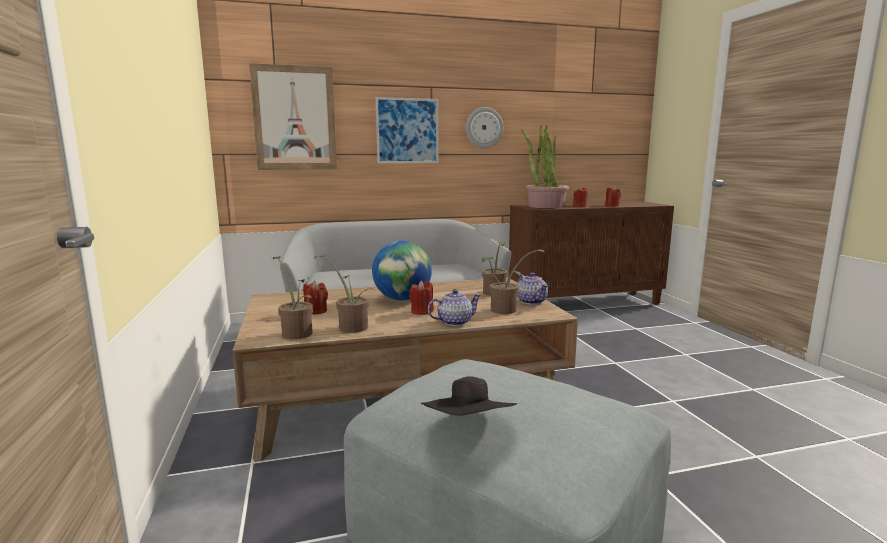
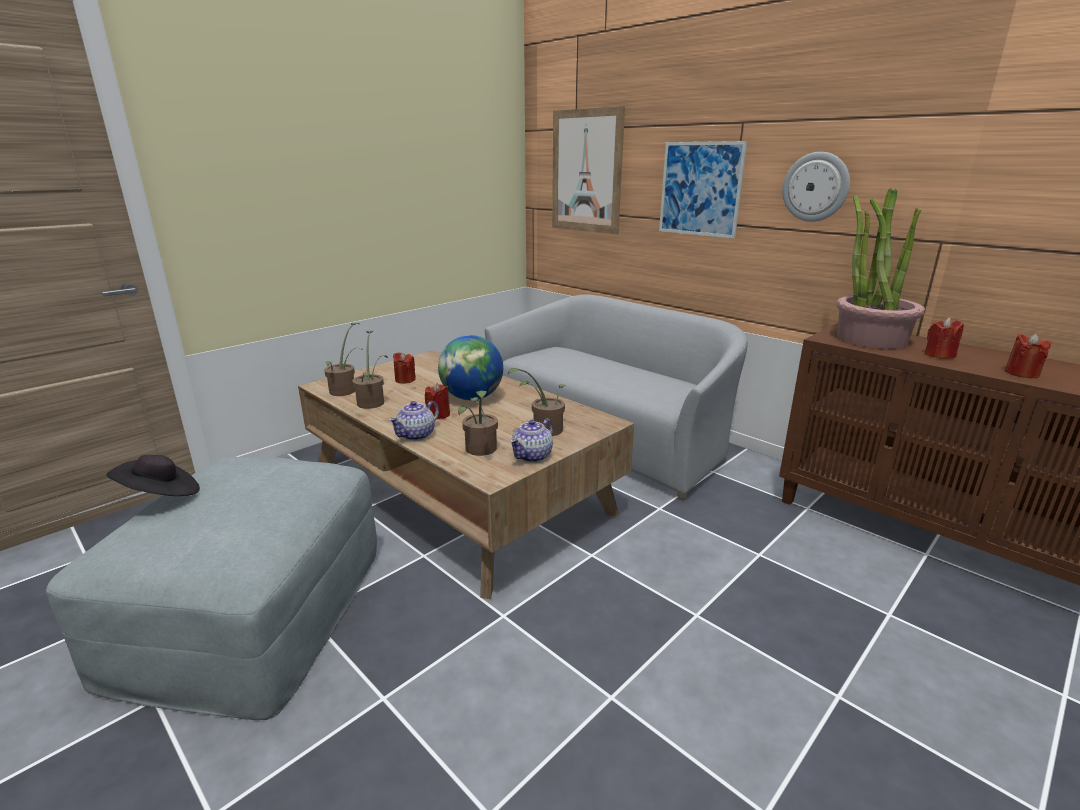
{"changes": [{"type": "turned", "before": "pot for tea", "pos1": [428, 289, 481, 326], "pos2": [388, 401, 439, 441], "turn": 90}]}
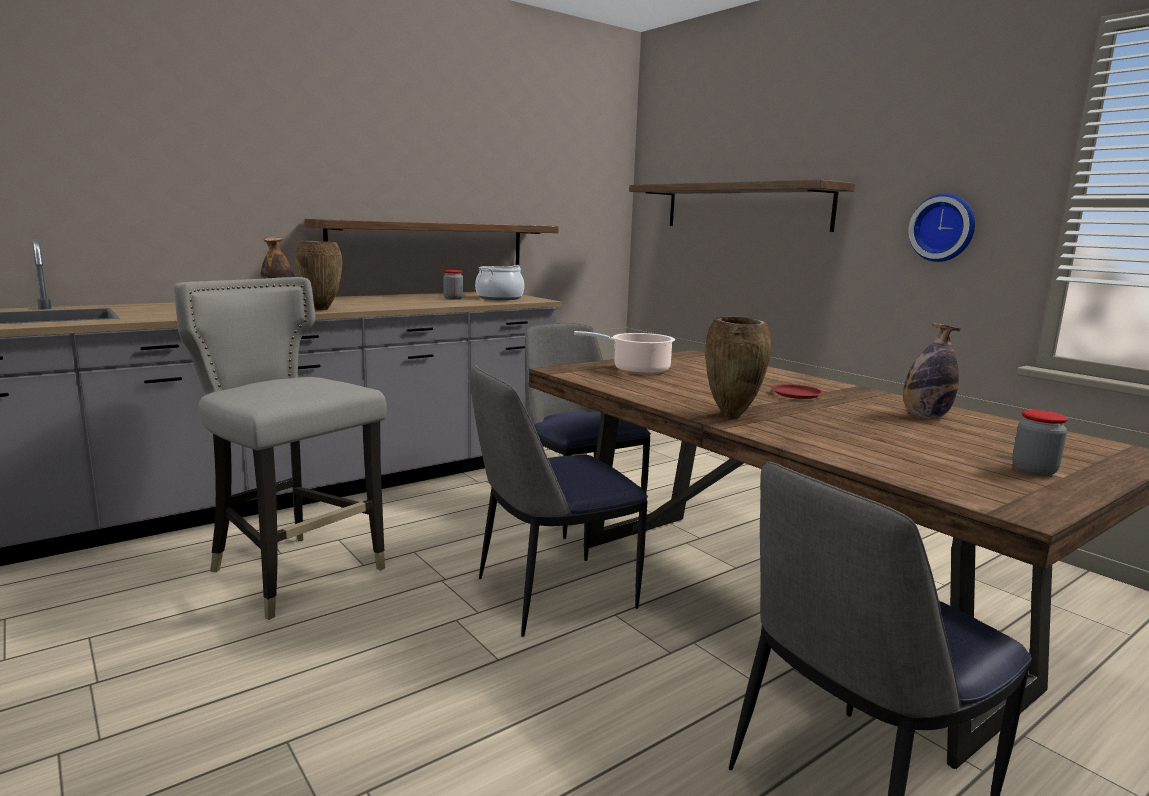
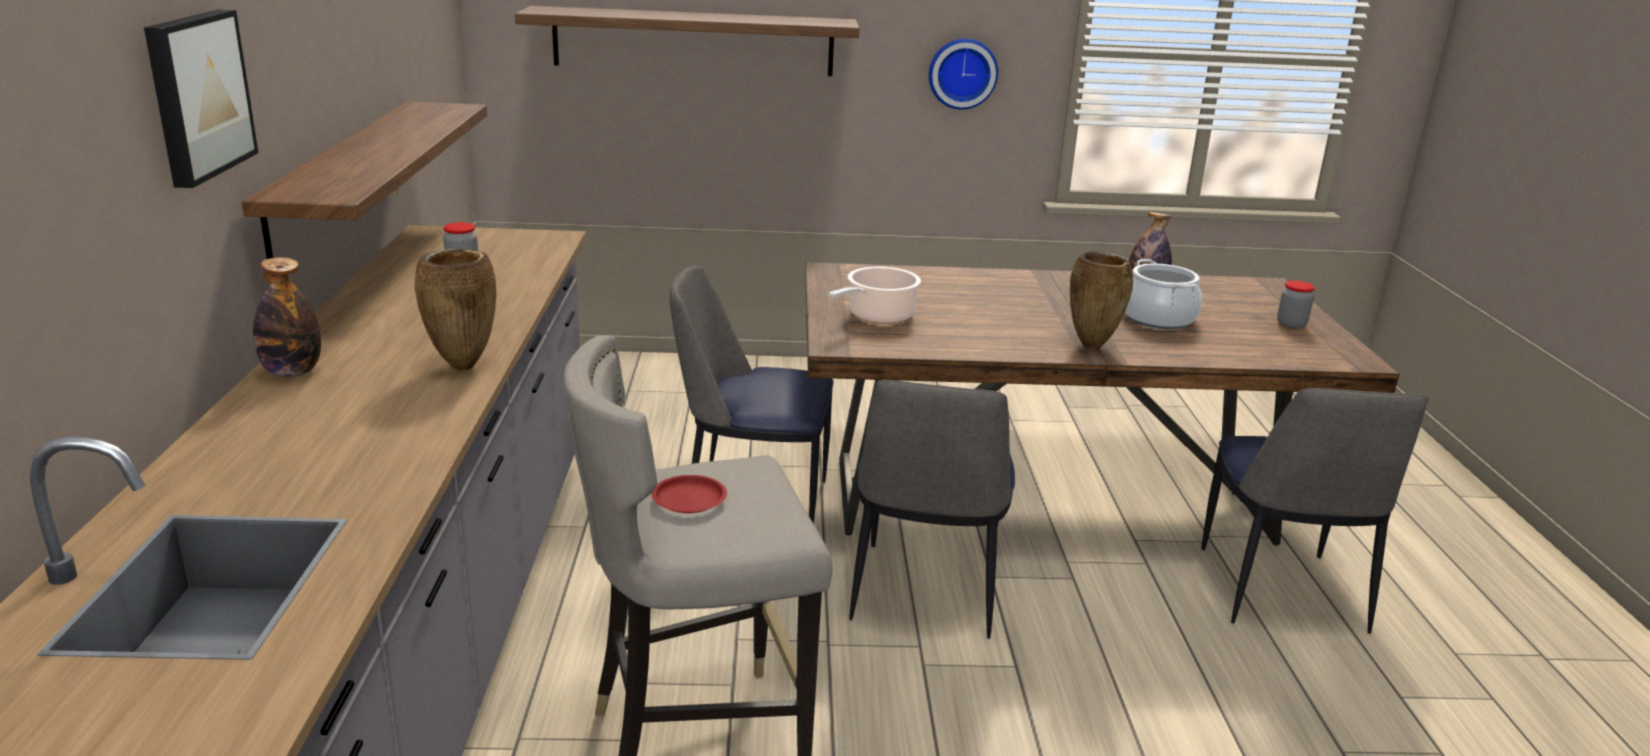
{"changes": [{"type": "moved", "before": "cooking pot", "pos1": [475, 265, 524, 300], "pos2": [1125, 259, 1202, 329]}, {"type": "moved", "before": "red dinner plate", "pos1": [771, 384, 824, 399], "pos2": [651, 475, 727, 513]}, {"type": "added", "after": "wall picture", "pos2": [144, 9, 258, 188]}]}
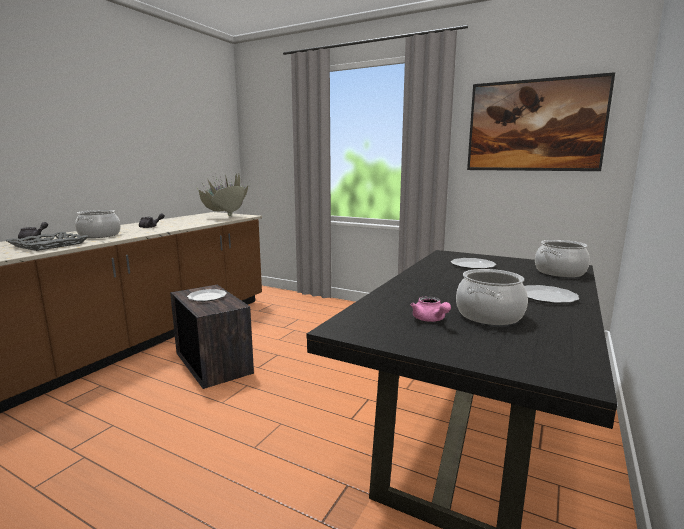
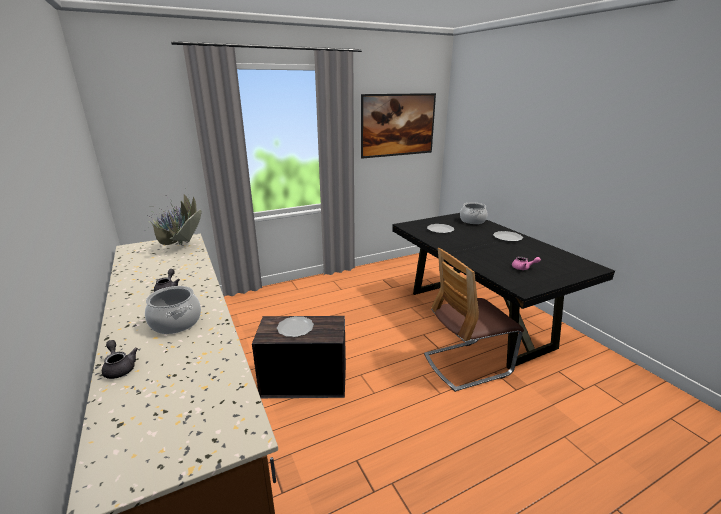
{"changes": [{"type": "removed", "before": "grey serving tray", "pos1": [5, 232, 89, 251]}, {"type": "removed", "before": "cooking pot", "pos1": [456, 269, 528, 325]}, {"type": "added", "after": "chair", "pos2": [424, 248, 524, 392]}]}
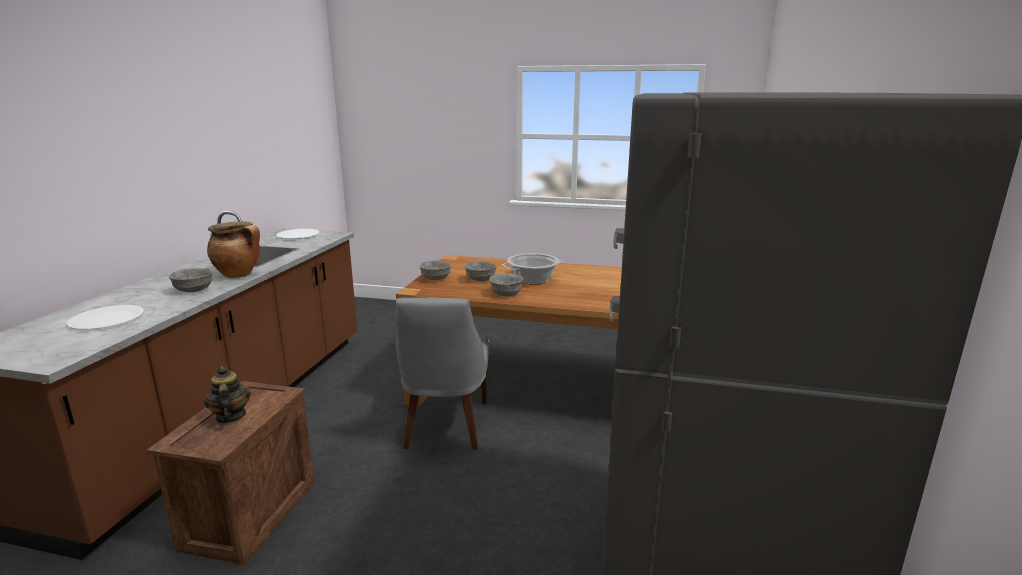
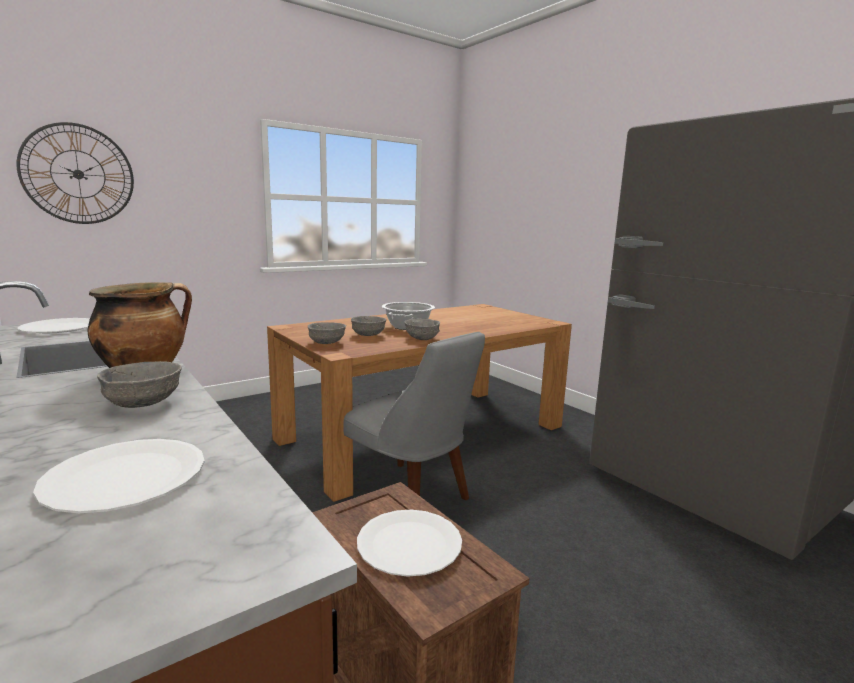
{"changes": [{"type": "replaced", "before": "pot for tea", "after": "white-coloured dinner plate", "pos1": [204, 366, 251, 424], "pos2": [357, 510, 462, 577]}, {"type": "added", "after": "wall clock", "pos2": [17, 122, 134, 224]}]}
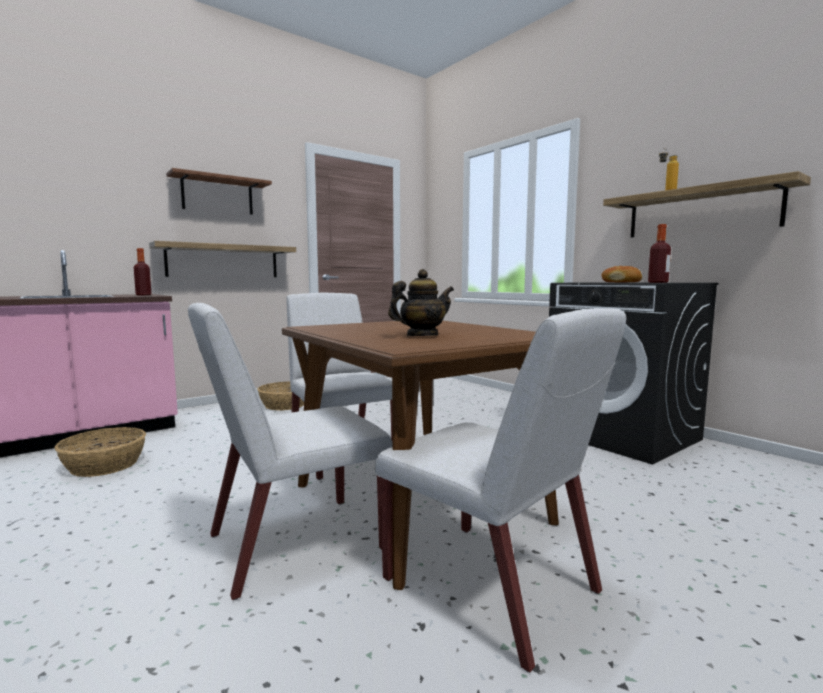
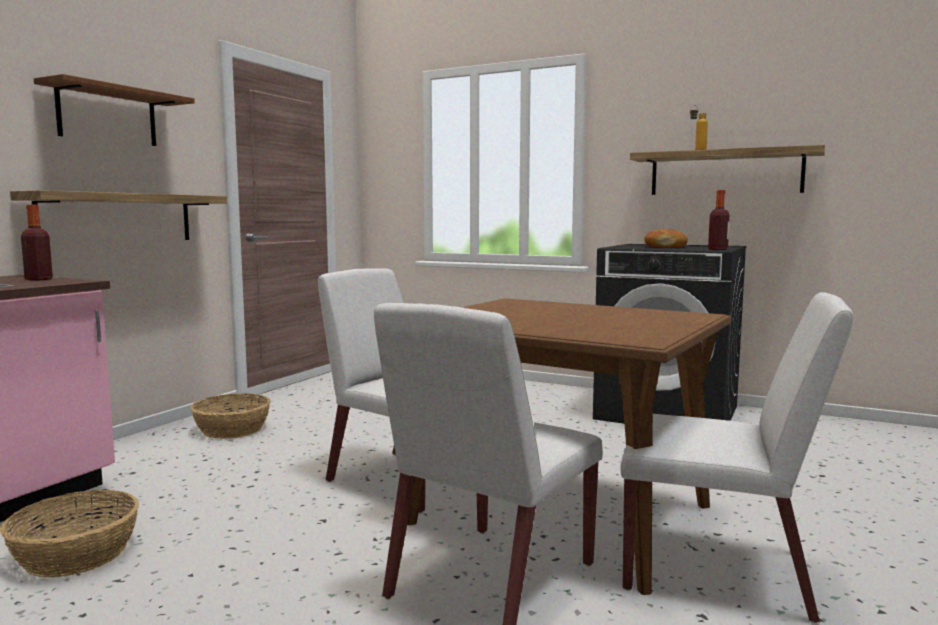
{"changes": [{"type": "removed", "before": "pot for tea", "pos1": [388, 269, 454, 336]}]}
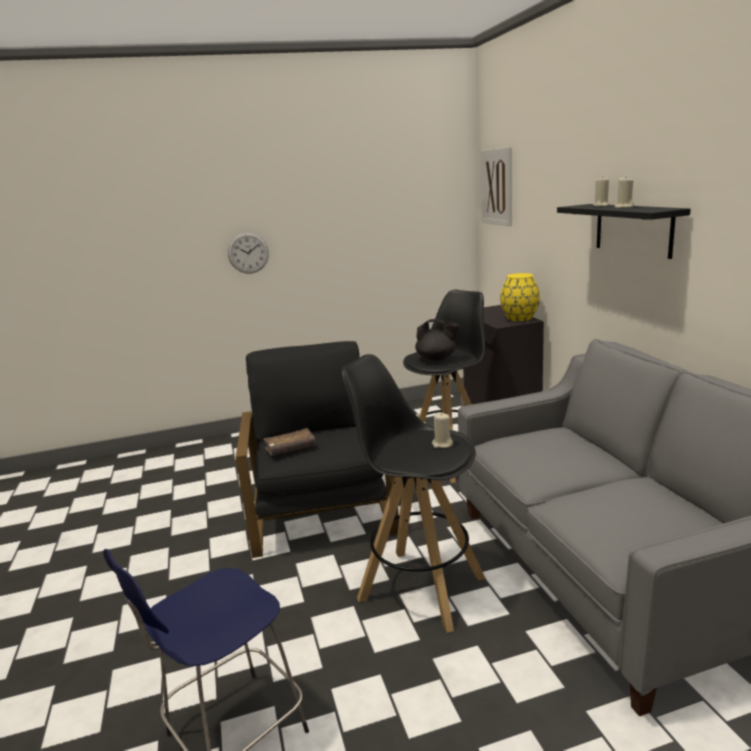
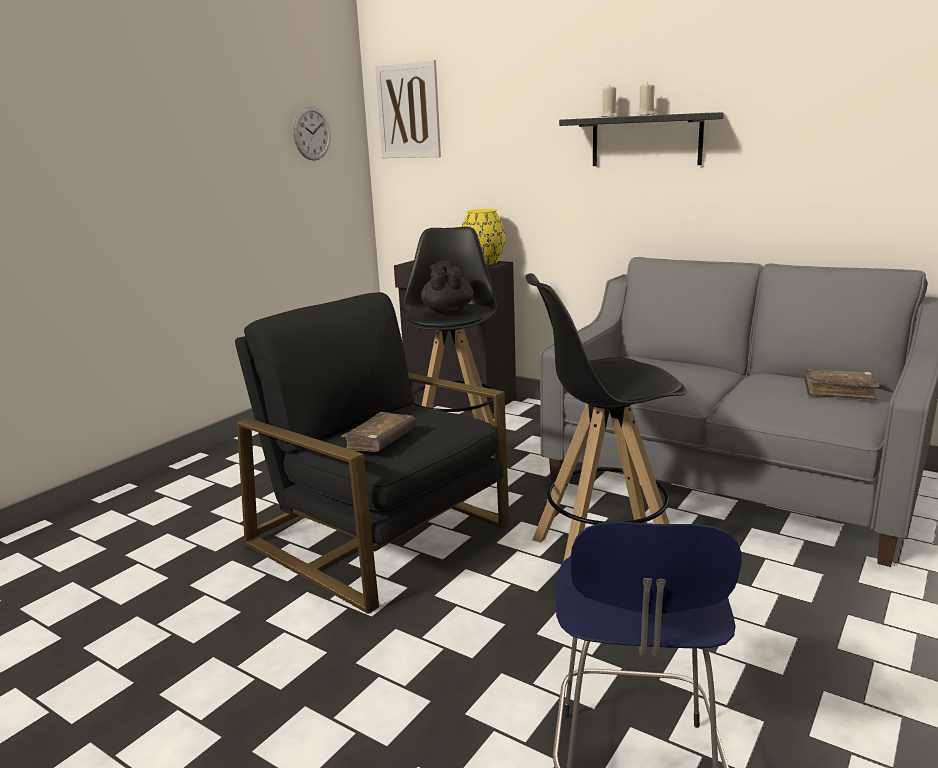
{"changes": [{"type": "moved", "before": "wall clock", "pos1": [228, 232, 269, 274], "pos2": [293, 106, 330, 161]}, {"type": "turned", "before": "black-coloured pot for tea", "pos1": [415, 319, 460, 361], "pos2": [421, 260, 474, 314], "turn": -75}, {"type": "removed", "before": "beige-coloured candle", "pos1": [432, 412, 453, 448]}, {"type": "added", "after": "brown-coloured bound book", "pos2": [804, 369, 879, 400]}]}
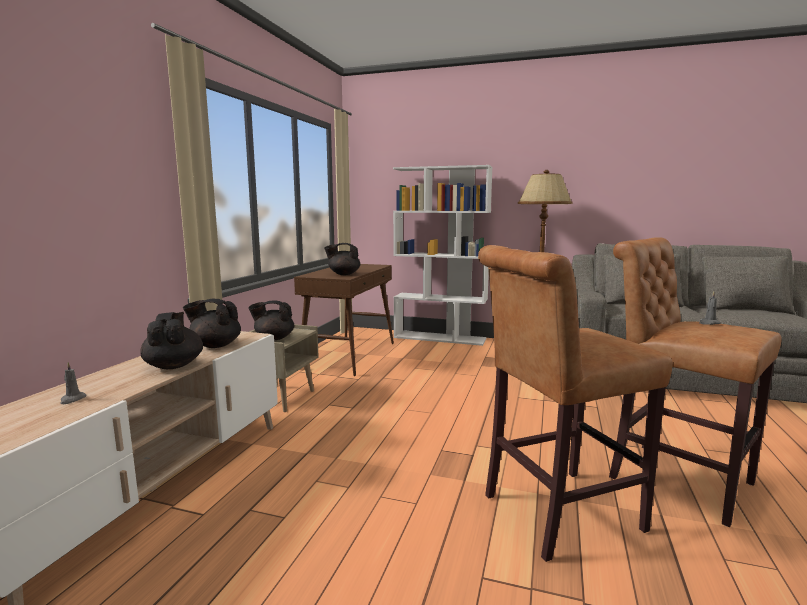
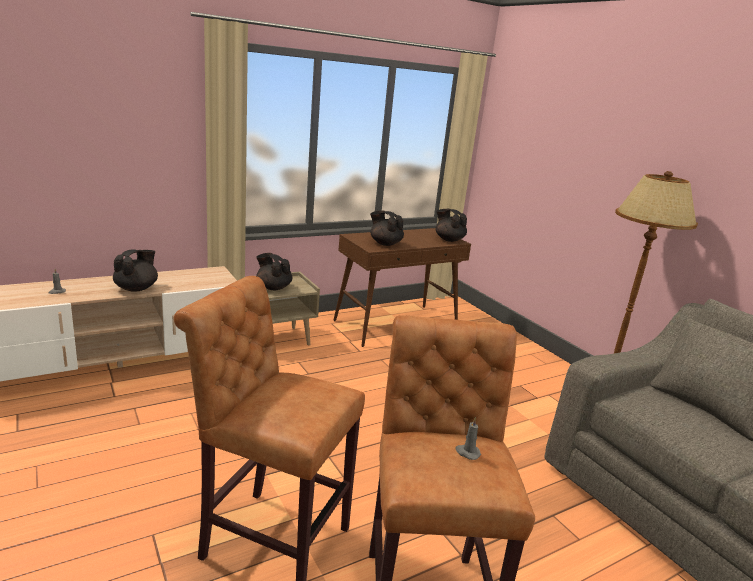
{"changes": [{"type": "moved", "before": "black-coloured pot for tea", "pos1": [183, 299, 241, 348], "pos2": [435, 209, 467, 242]}, {"type": "removed", "before": "white-coloured bookcase", "pos1": [393, 165, 493, 346]}]}
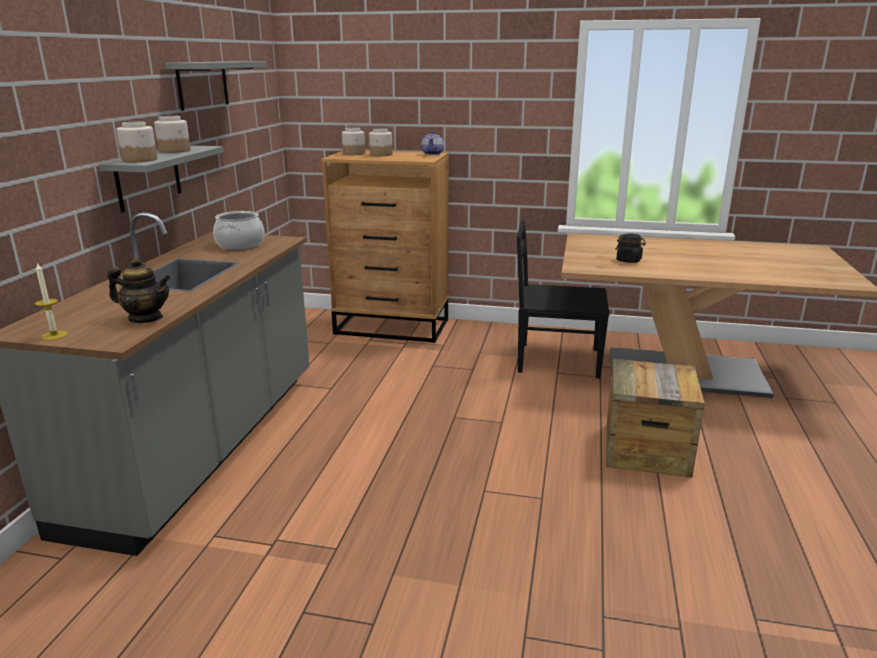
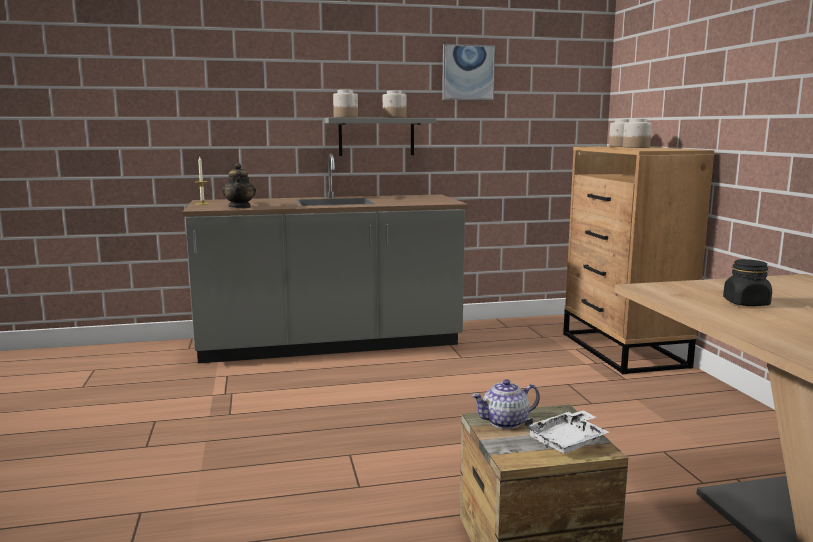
{"changes": [{"type": "replaced", "before": "grey shelf", "after": "wall picture", "pos1": [165, 61, 267, 111], "pos2": [442, 44, 495, 100]}, {"type": "removed", "before": "cooking pot", "pos1": [213, 211, 265, 250]}, {"type": "moved", "before": "pot for tea", "pos1": [421, 131, 444, 155], "pos2": [471, 379, 540, 429]}, {"type": "removed", "before": "black-coloured chair", "pos1": [517, 220, 609, 378]}, {"type": "added", "after": "white-coloured serving tray", "pos2": [525, 410, 609, 453]}]}
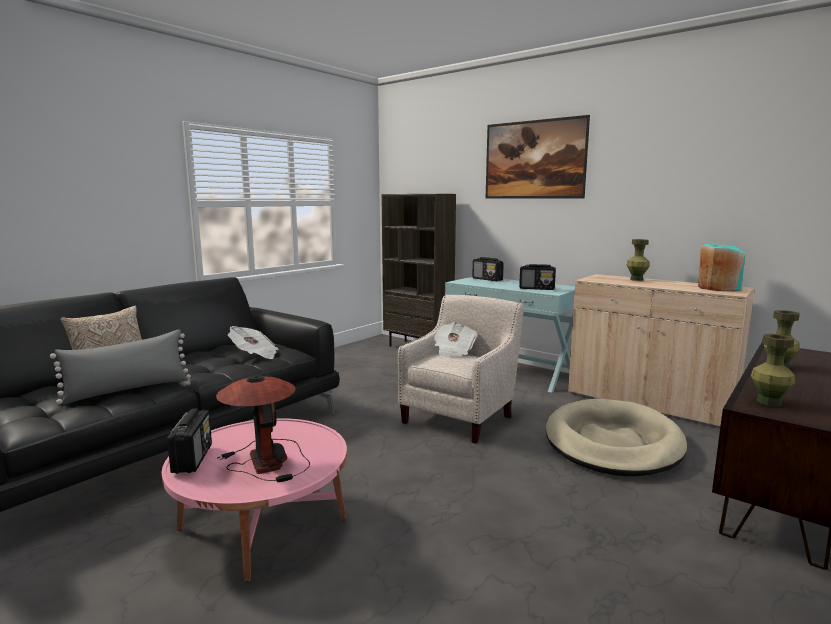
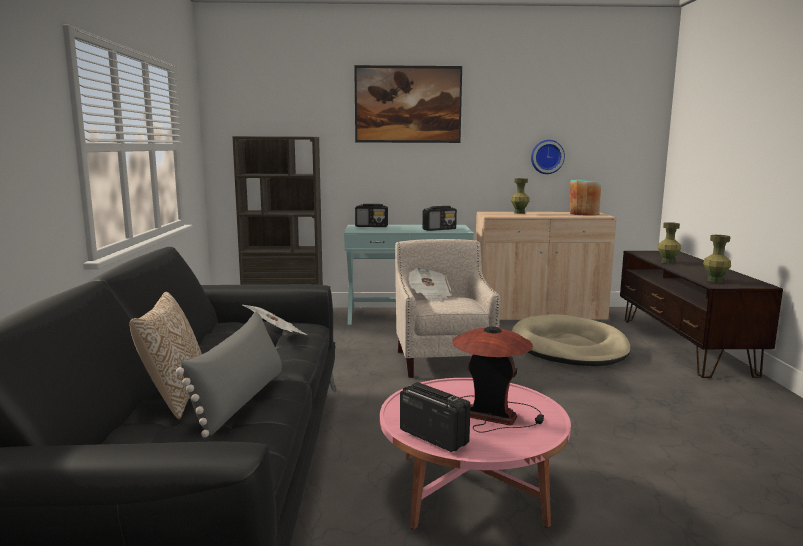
{"changes": [{"type": "added", "after": "wall clock", "pos2": [531, 140, 565, 174]}]}
